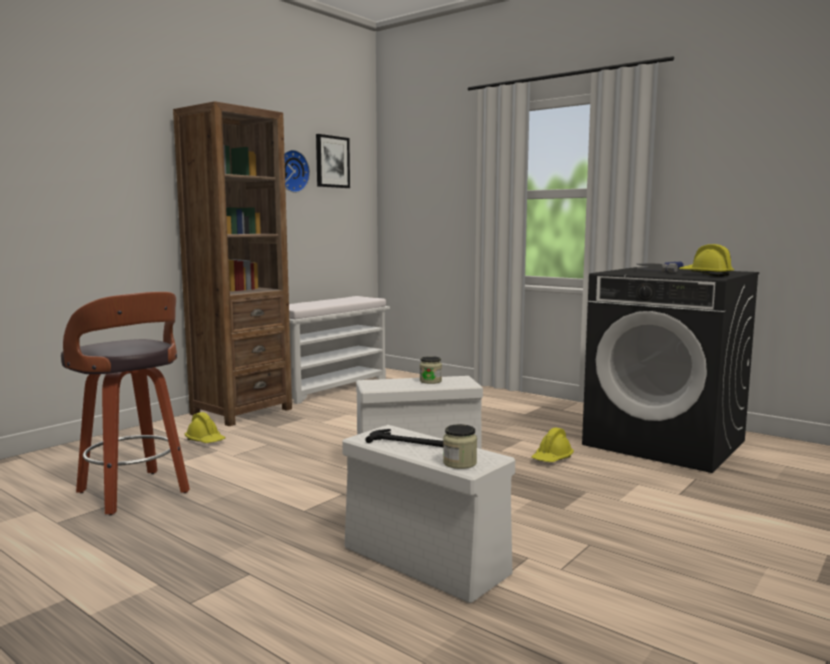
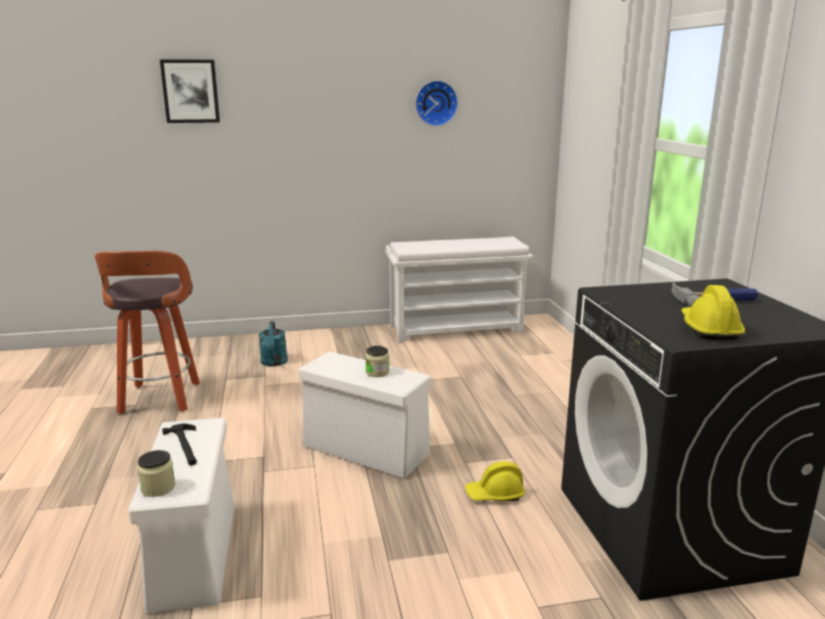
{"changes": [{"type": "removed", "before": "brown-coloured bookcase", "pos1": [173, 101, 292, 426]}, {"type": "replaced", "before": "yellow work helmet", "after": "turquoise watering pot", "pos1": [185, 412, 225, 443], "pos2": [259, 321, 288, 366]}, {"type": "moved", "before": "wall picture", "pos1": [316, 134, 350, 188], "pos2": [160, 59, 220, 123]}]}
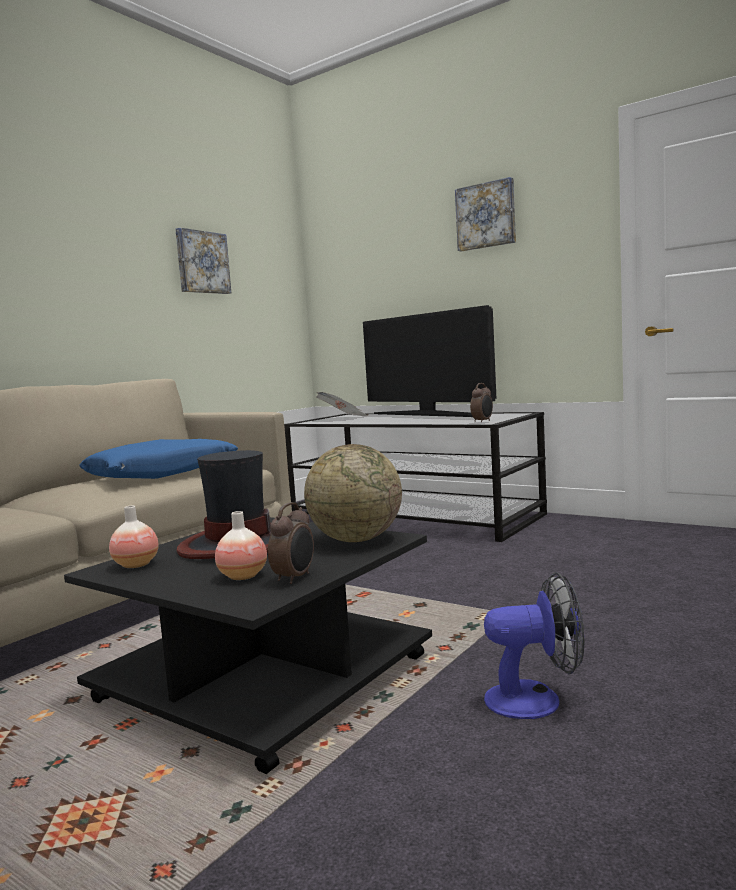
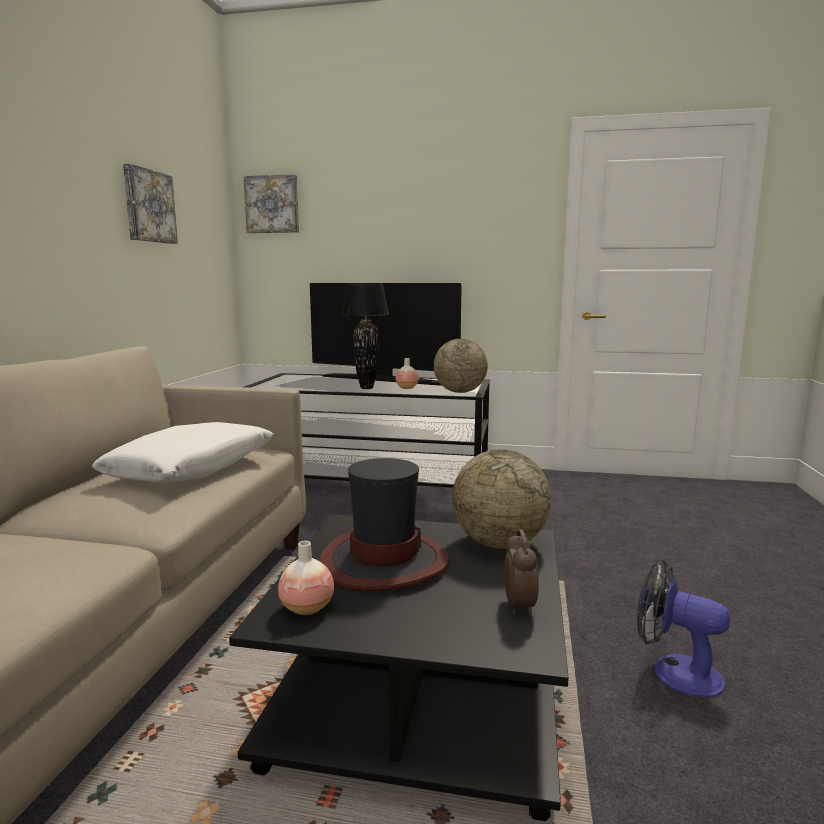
{"changes": [{"type": "recoloured", "before": "blue-coloured cushion", "after": "white-coloured cushion", "pos1": [79, 439, 238, 479], "pos2": [92, 422, 274, 482]}, {"type": "moved", "before": "decorative vase", "pos1": [215, 511, 267, 580], "pos2": [395, 358, 419, 389]}, {"type": "removed", "before": "newspaper", "pos1": [316, 392, 368, 416]}, {"type": "moved", "before": "wall picture", "pos1": [455, 177, 516, 252], "pos2": [244, 174, 299, 233]}, {"type": "replaced", "before": "table clock", "after": "desk globe", "pos1": [470, 383, 493, 422], "pos2": [434, 339, 488, 393]}, {"type": "turned", "before": "cooling fan", "pos1": [484, 572, 584, 719], "pos2": [637, 559, 730, 697], "turn": -120}, {"type": "added", "after": "black-coloured lamp for a table", "pos2": [342, 284, 389, 389]}]}
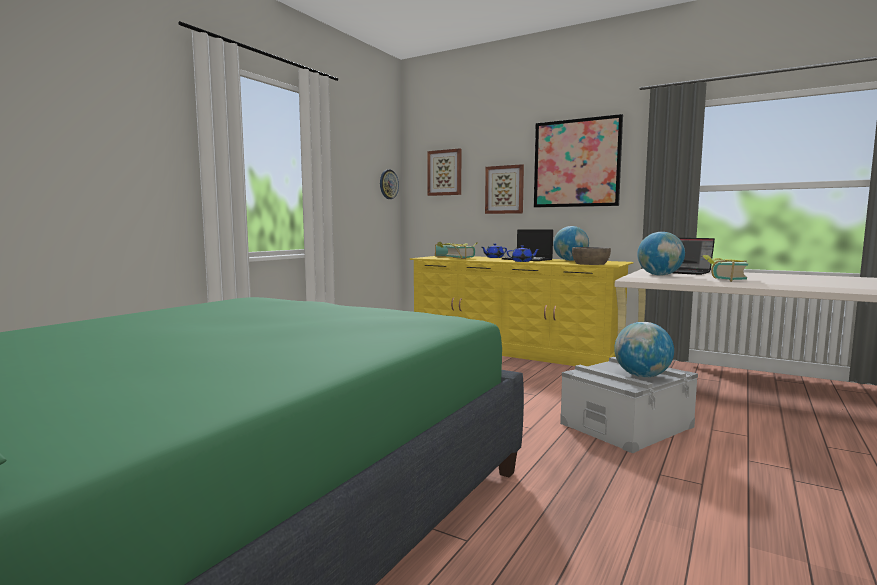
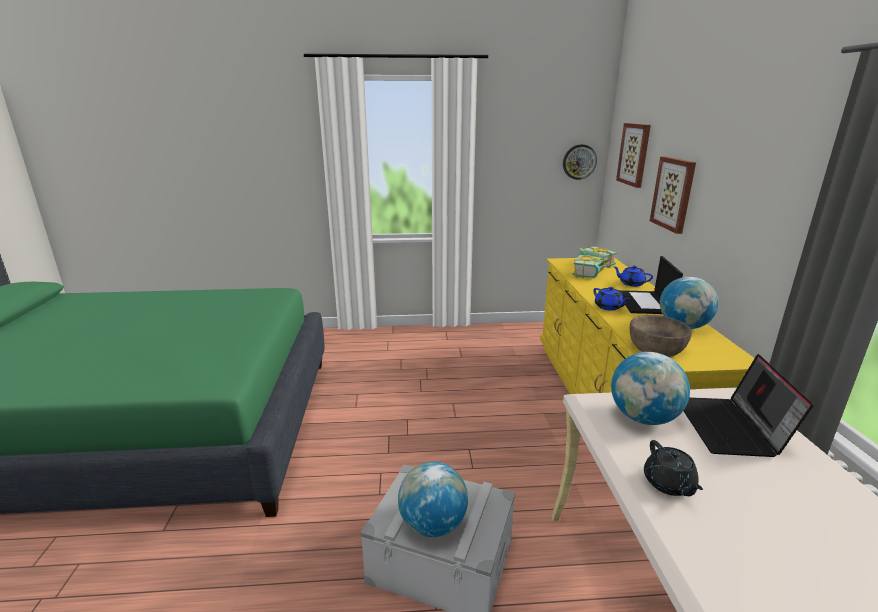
{"changes": [{"type": "removed", "before": "wall picture", "pos1": [534, 114, 623, 207]}, {"type": "replaced", "before": "bound book", "after": "black-coloured pot for tea", "pos1": [703, 255, 748, 282], "pos2": [644, 440, 703, 496]}]}
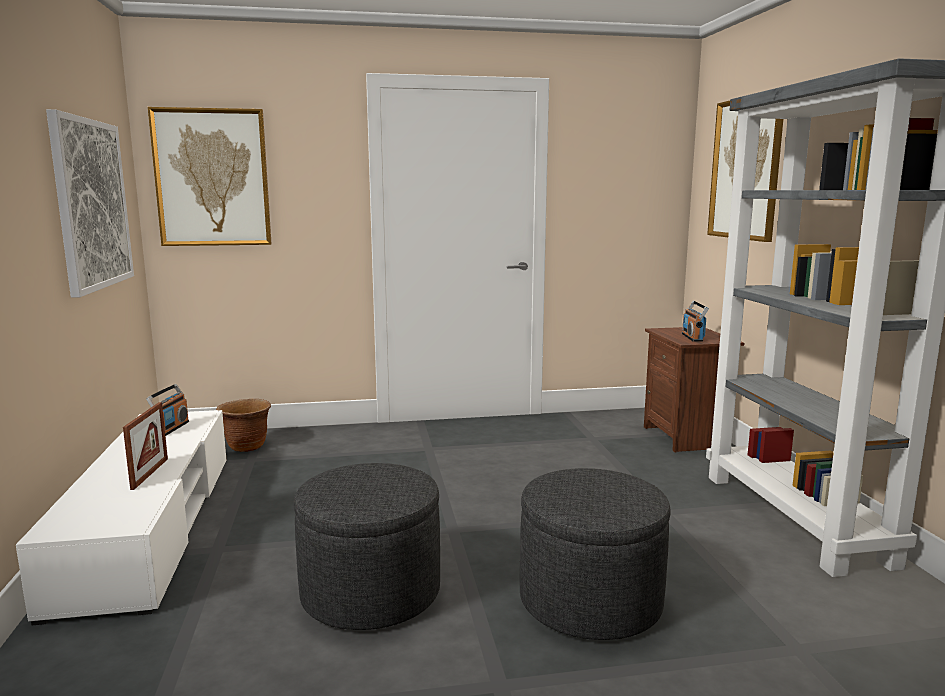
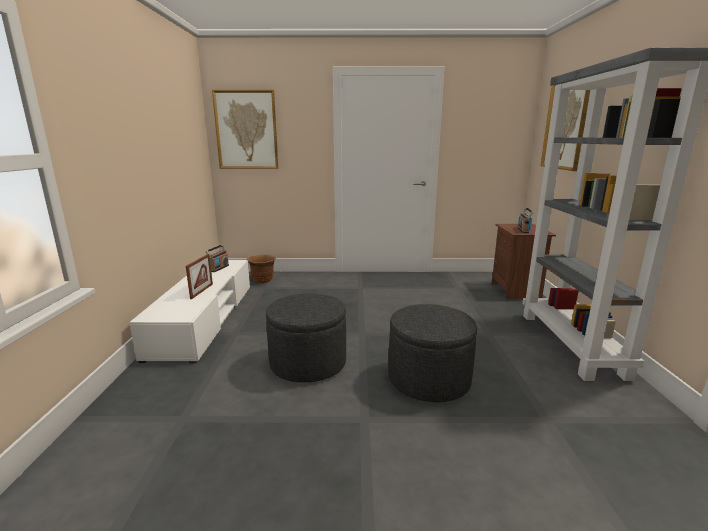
{"changes": [{"type": "removed", "before": "wall picture", "pos1": [46, 109, 134, 298]}]}
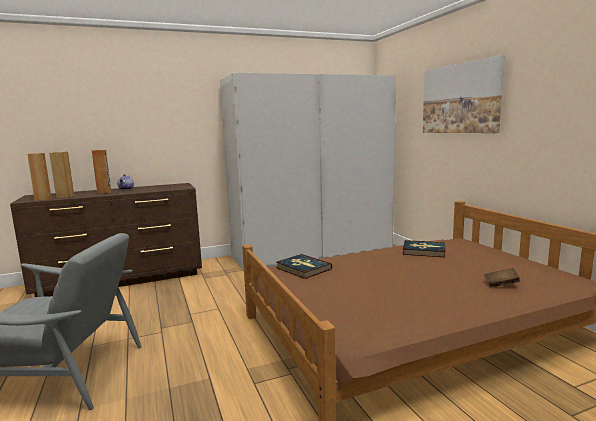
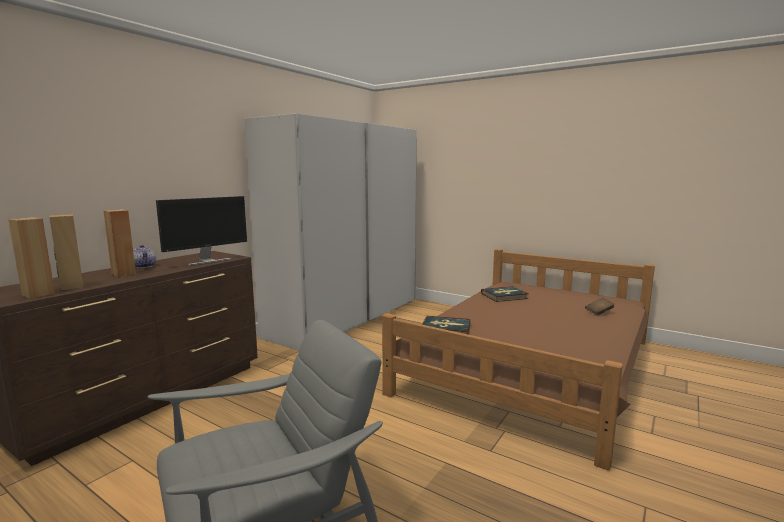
{"changes": [{"type": "removed", "before": "wall picture", "pos1": [423, 55, 505, 133]}, {"type": "added", "after": "monitor", "pos2": [156, 196, 247, 266]}]}
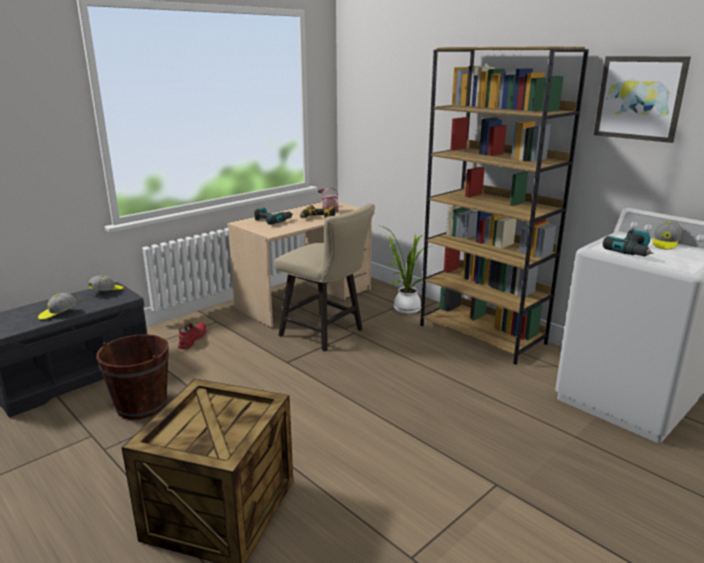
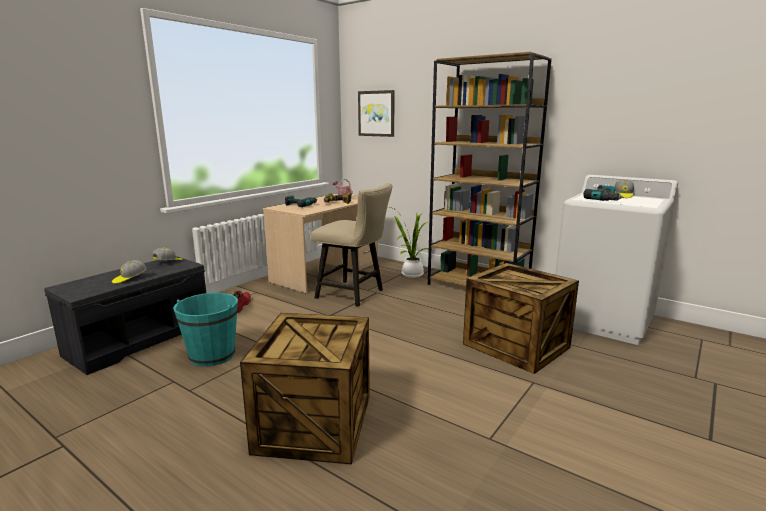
{"changes": [{"type": "recoloured", "before": "brown-coloured water bucket", "after": "turquoise water bucket", "pos1": [96, 334, 169, 420], "pos2": [173, 293, 238, 367]}, {"type": "moved", "before": "wall picture", "pos1": [594, 56, 691, 143], "pos2": [358, 90, 395, 137]}, {"type": "added", "after": "packing crate", "pos2": [463, 263, 579, 374]}]}
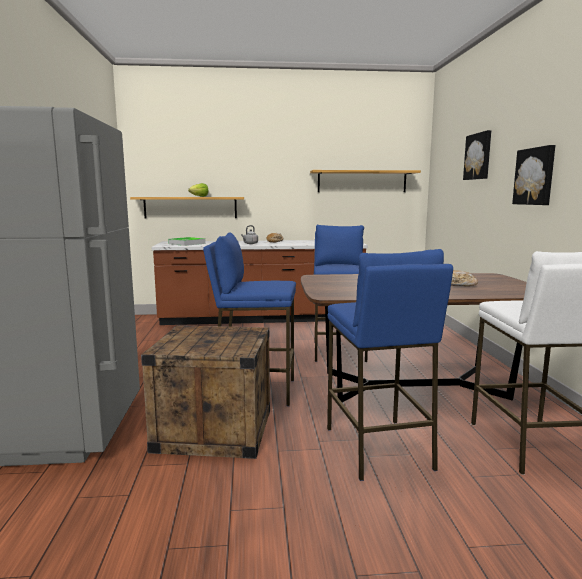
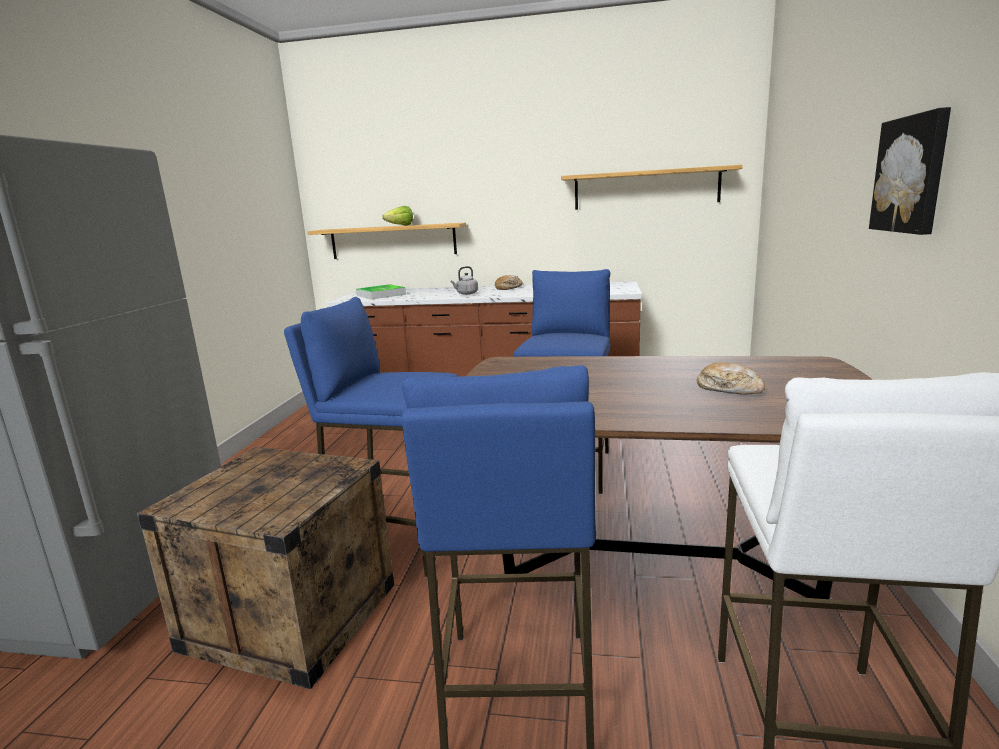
{"changes": [{"type": "removed", "before": "wall picture", "pos1": [463, 130, 491, 180]}]}
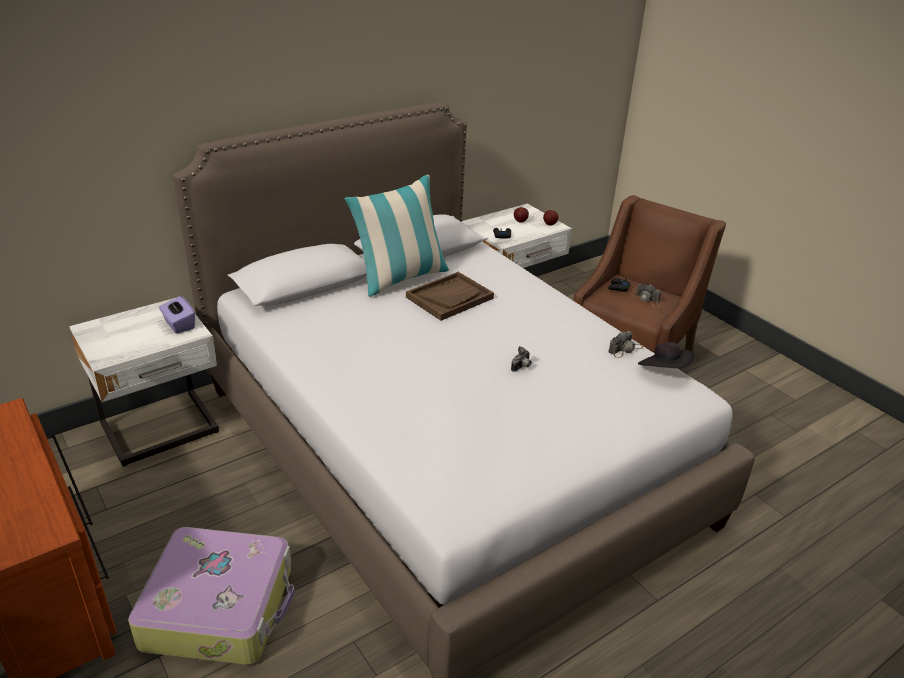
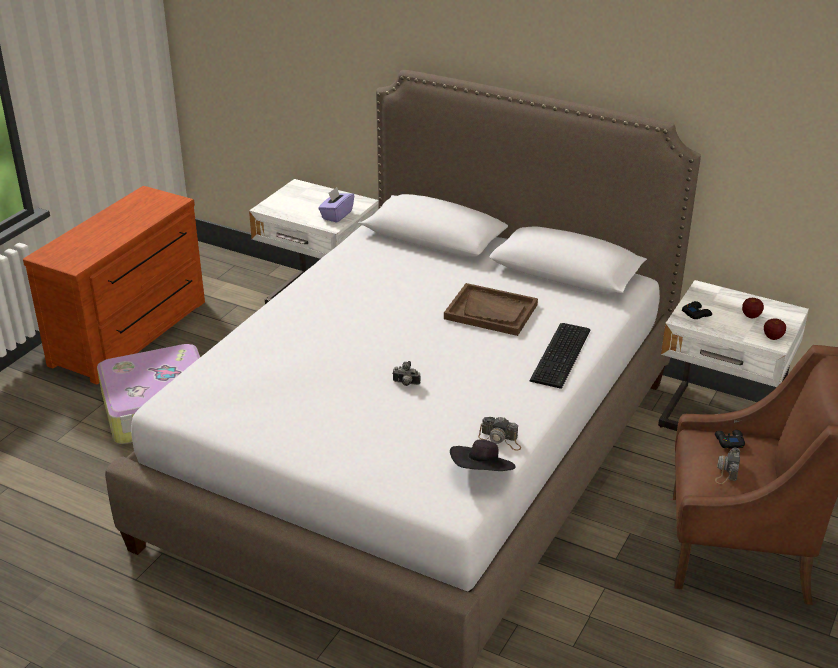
{"changes": [{"type": "removed", "before": "cushion", "pos1": [344, 175, 450, 297]}, {"type": "added", "after": "keyboard", "pos2": [529, 323, 591, 389]}]}
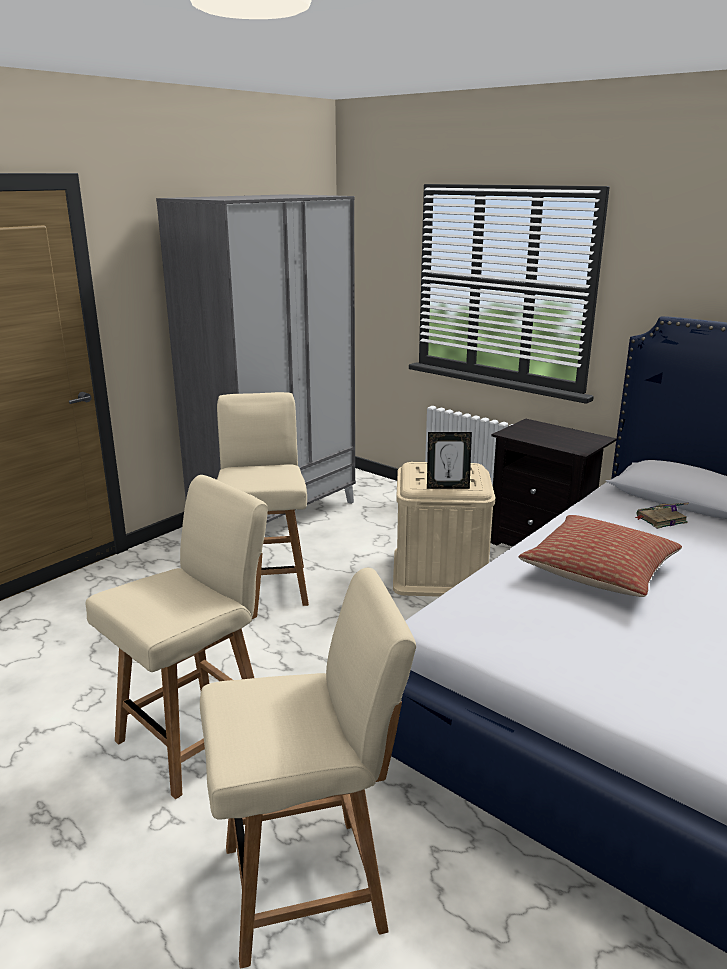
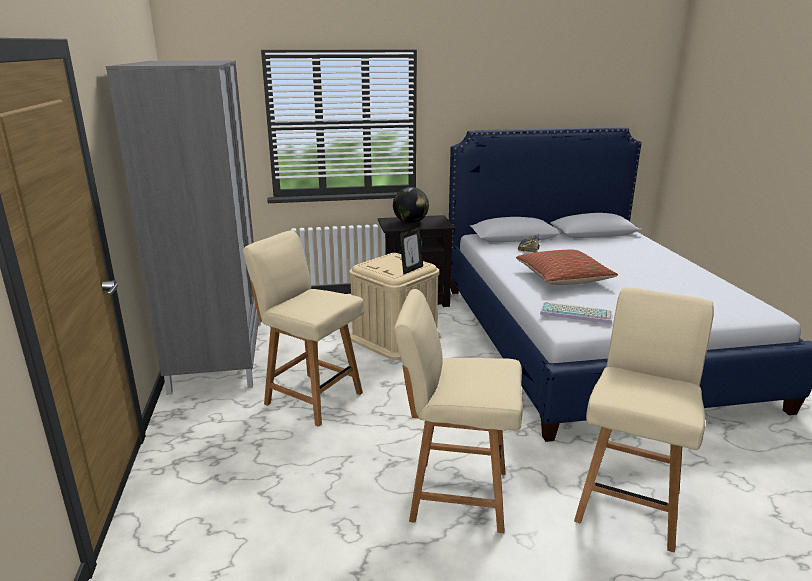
{"changes": [{"type": "turned", "before": "beige-coloured chair", "pos1": [86, 475, 268, 799], "pos2": [394, 289, 523, 533], "turn": -75}, {"type": "added", "after": "desk globe", "pos2": [393, 187, 429, 223]}, {"type": "added", "after": "keyboard", "pos2": [540, 302, 612, 324]}]}
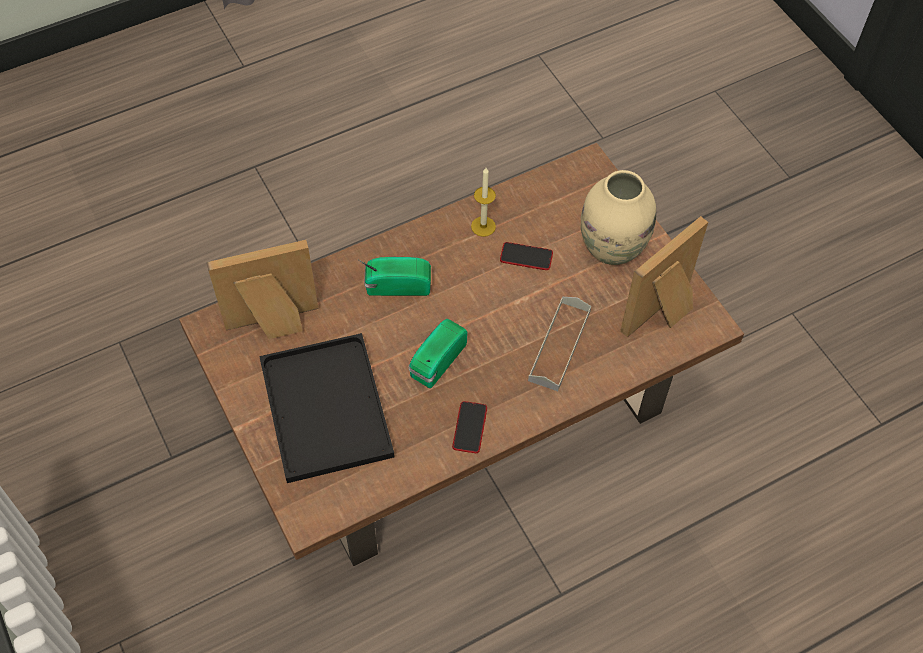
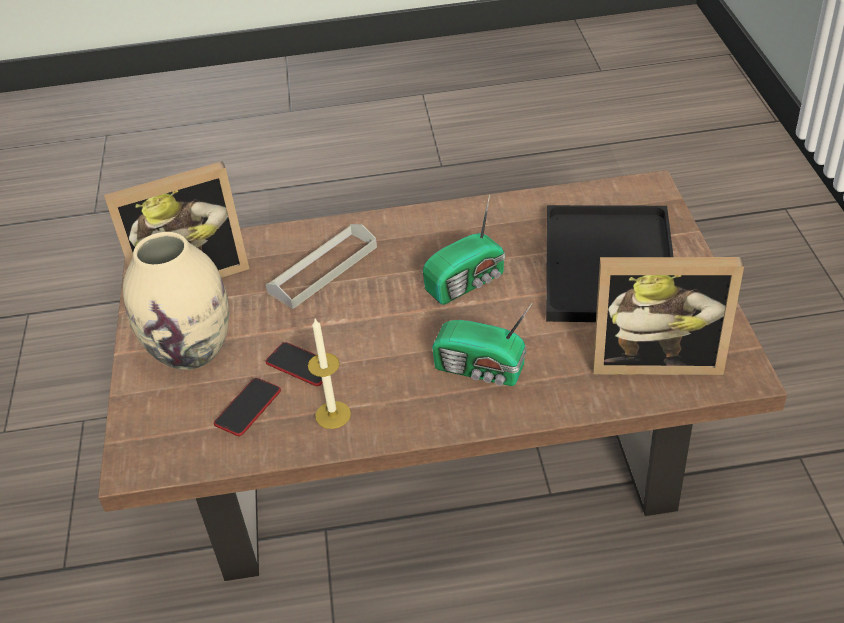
{"changes": [{"type": "moved", "before": "telephone", "pos1": [452, 401, 487, 453], "pos2": [214, 378, 281, 436]}]}
